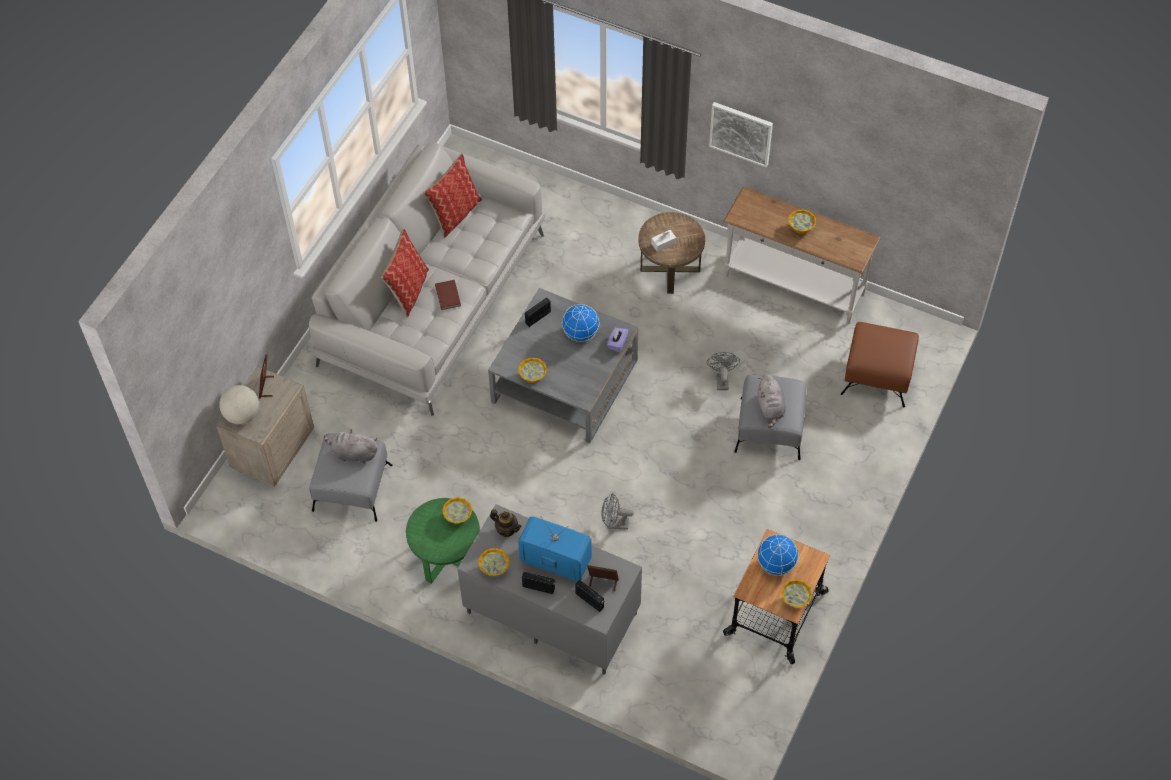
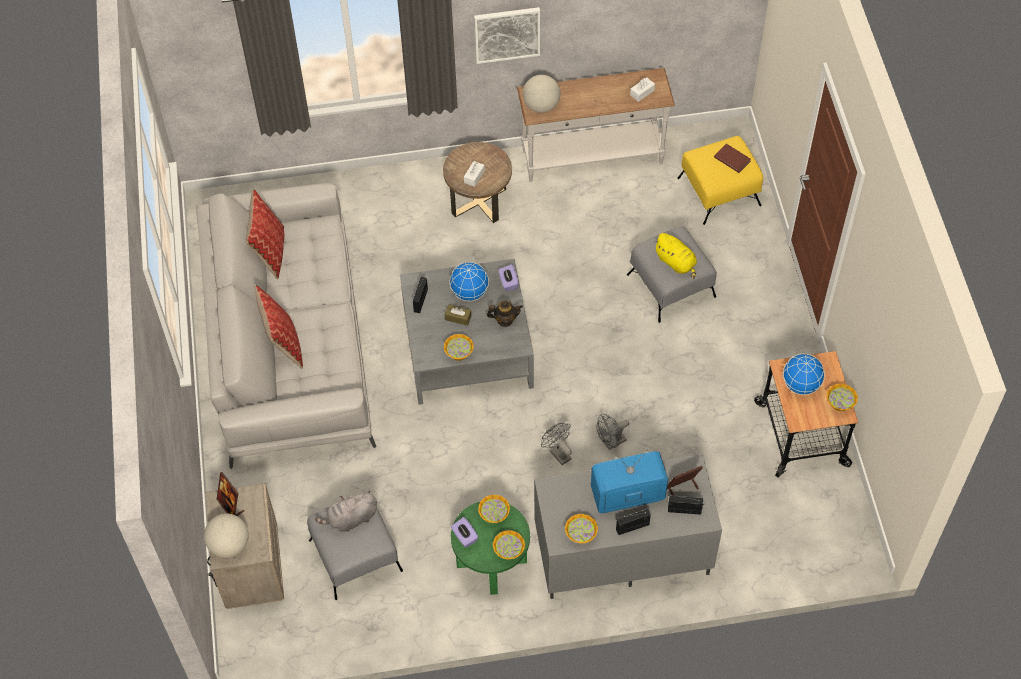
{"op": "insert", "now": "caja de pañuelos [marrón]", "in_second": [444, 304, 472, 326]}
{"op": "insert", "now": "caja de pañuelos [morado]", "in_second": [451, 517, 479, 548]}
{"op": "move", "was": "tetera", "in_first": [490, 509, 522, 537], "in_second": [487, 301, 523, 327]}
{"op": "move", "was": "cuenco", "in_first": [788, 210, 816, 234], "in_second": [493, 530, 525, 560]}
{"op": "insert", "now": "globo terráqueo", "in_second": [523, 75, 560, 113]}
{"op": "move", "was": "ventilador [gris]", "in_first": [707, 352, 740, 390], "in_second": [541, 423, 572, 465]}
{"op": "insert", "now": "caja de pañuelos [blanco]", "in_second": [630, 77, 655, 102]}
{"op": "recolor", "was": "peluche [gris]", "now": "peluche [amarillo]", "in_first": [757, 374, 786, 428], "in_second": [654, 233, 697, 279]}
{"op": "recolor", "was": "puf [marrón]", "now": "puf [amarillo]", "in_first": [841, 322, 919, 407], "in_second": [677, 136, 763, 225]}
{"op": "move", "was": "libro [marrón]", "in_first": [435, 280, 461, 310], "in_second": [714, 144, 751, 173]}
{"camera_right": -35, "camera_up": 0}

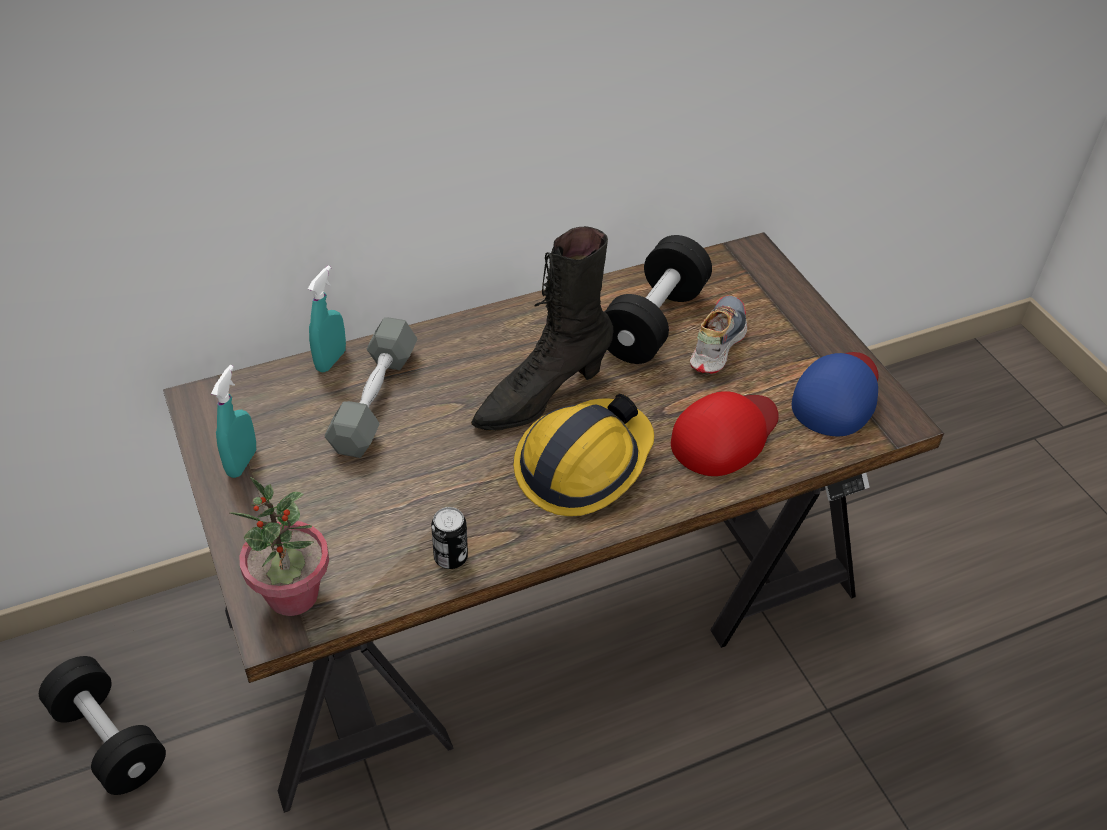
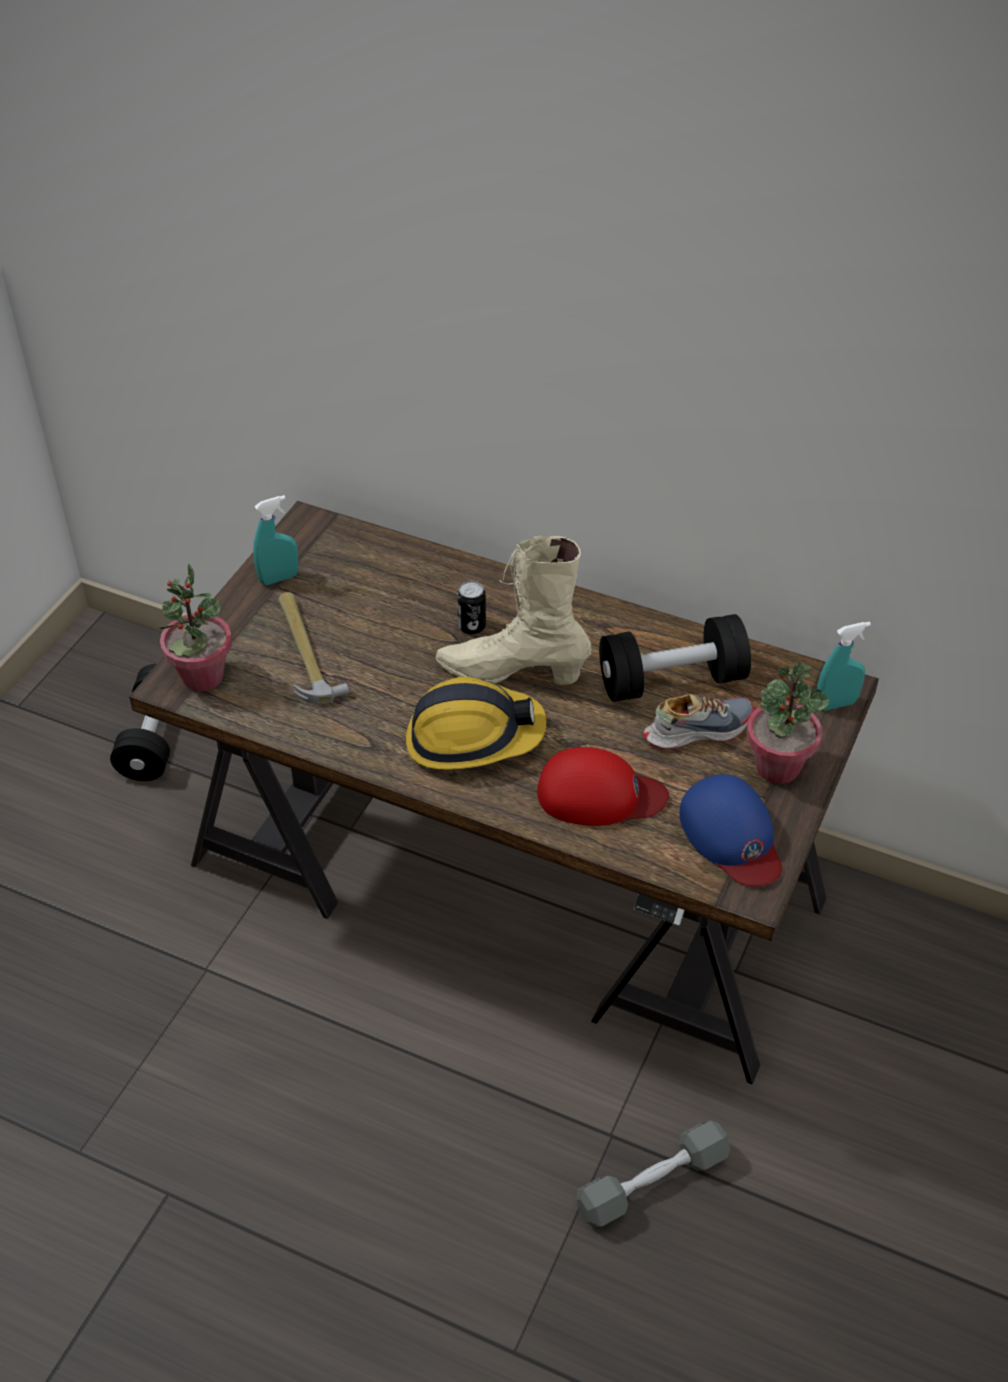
{"op": "insert", "now": "martillo", "in_second": [278, 592, 349, 704]}
{"op": "recolor", "was": "bota [negro]", "now": "bota [beis]", "in_first": [471, 226, 613, 431], "in_second": [436, 536, 591, 685]}
{"op": "move", "was": "lata", "in_first": [431, 507, 468, 569], "in_second": [457, 581, 486, 635]}
{"op": "move", "was": "mancuerna [gris]", "in_first": [324, 317, 417, 458], "in_second": [577, 1121, 730, 1227]}
{"op": "rotate", "was": "gorra [azul]", "in_first": [792, 352, 878, 436], "in_second": [679, 774, 782, 887], "clockwise": 75}
{"op": "insert", "now": "planta en maceta", "in_second": [747, 662, 830, 784]}
{"op": "move", "was": "pulverizador [turquesa]", "in_first": [308, 266, 346, 372], "in_second": [817, 622, 871, 711]}
{"camera_right": 50, "camera_up": 0}

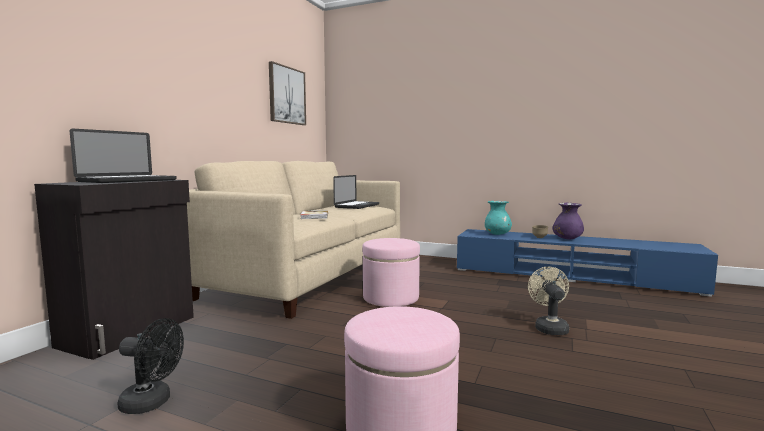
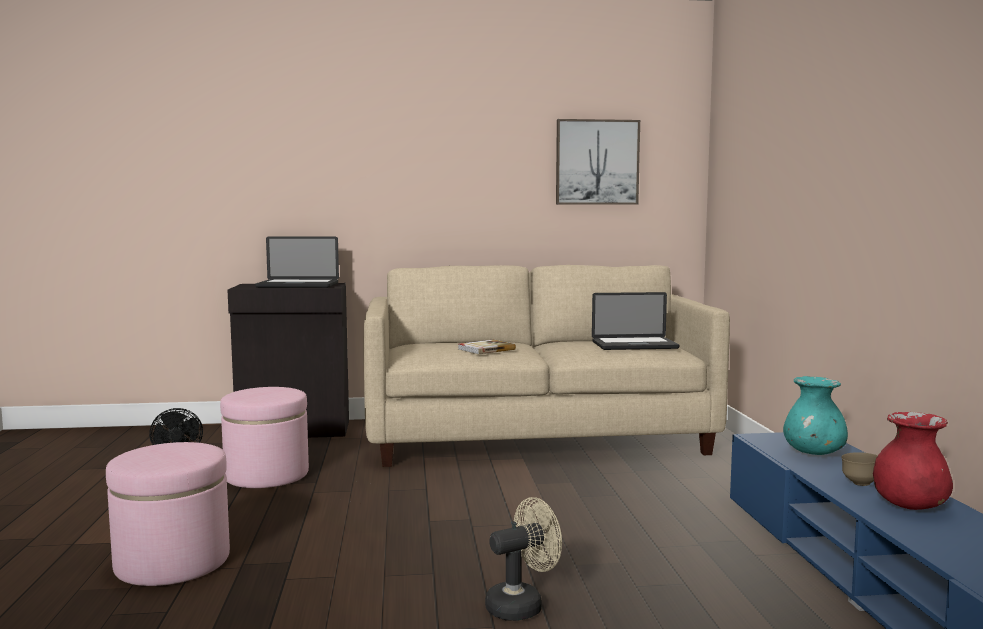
{"op": "move", "was": "puf [rosa]", "in_first": [362, 238, 420, 307], "in_second": [220, 387, 309, 488]}
{"op": "recolor", "was": "florero [morado]", "now": "florero [rojo]", "in_first": [553, 203, 584, 240], "in_second": [873, 412, 953, 510]}
{"camera_right": 60, "camera_up": 0}

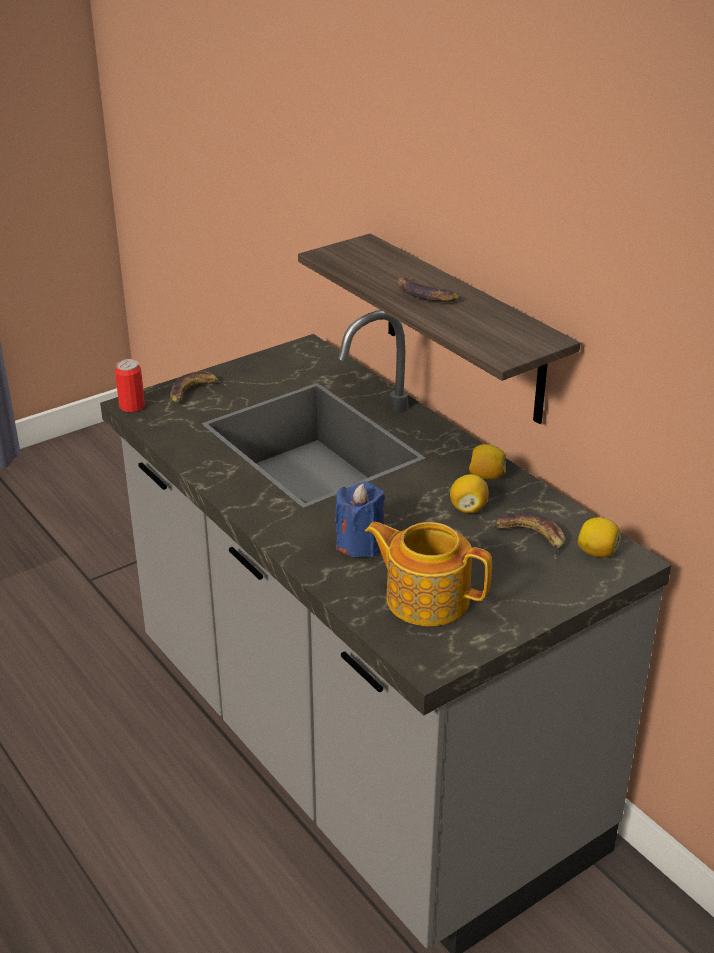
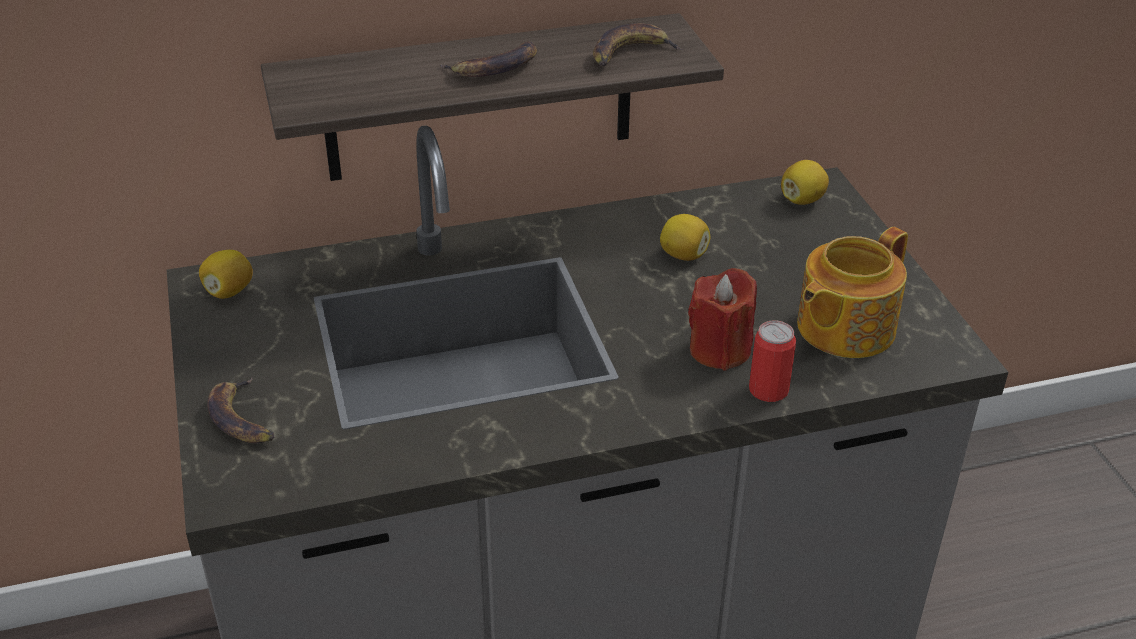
{"op": "move", "was": "limón", "in_first": [469, 444, 506, 479], "in_second": [199, 250, 253, 299]}
{"op": "move", "was": "plátano", "in_first": [493, 512, 565, 559], "in_second": [593, 23, 685, 66]}
{"op": "recolor", "was": "vela [azul]", "now": "vela [rojo]", "in_first": [335, 481, 386, 558], "in_second": [688, 268, 757, 371]}
{"op": "move", "was": "lata", "in_first": [115, 359, 145, 412], "in_second": [749, 320, 796, 402]}
{"camera_right": -70, "camera_up": 5}

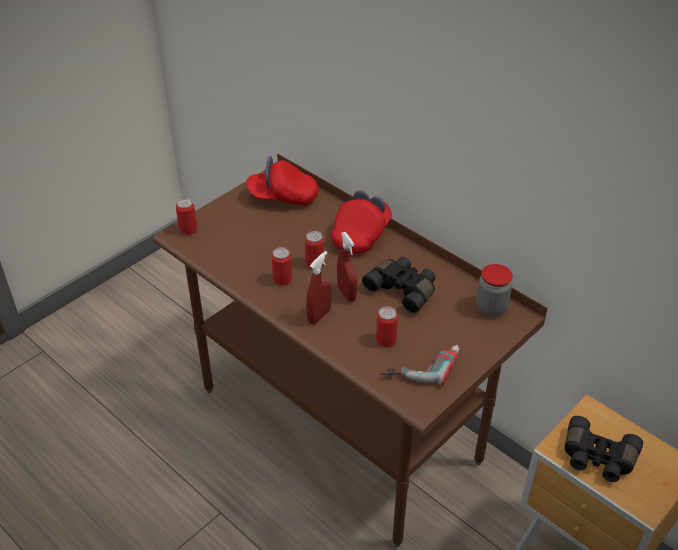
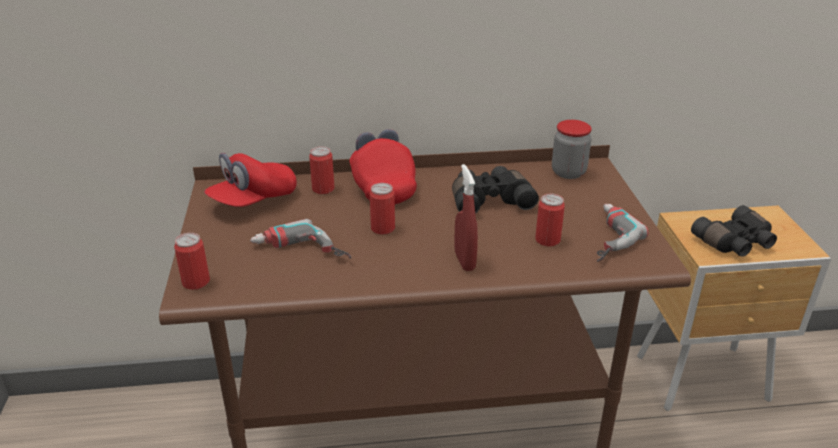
{"op": "insert", "now": "taladro", "in_second": [250, 219, 351, 259]}
{"op": "move", "was": "lata", "in_first": [272, 247, 292, 286], "in_second": [309, 146, 335, 194]}
{"op": "delete", "was": "pulverizador [rojo]", "in_first": [337, 232, 357, 301]}
{"camera_right": -50, "camera_up": -10}

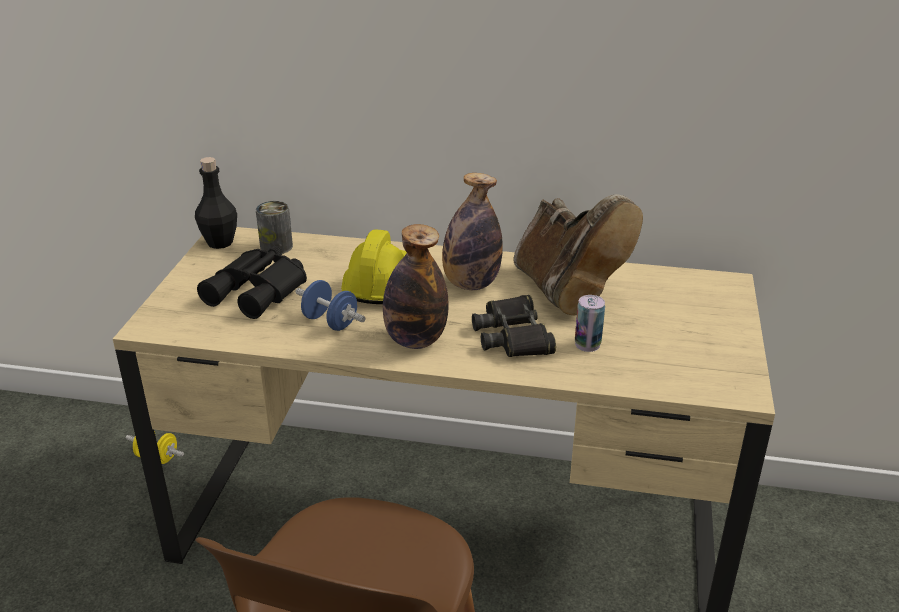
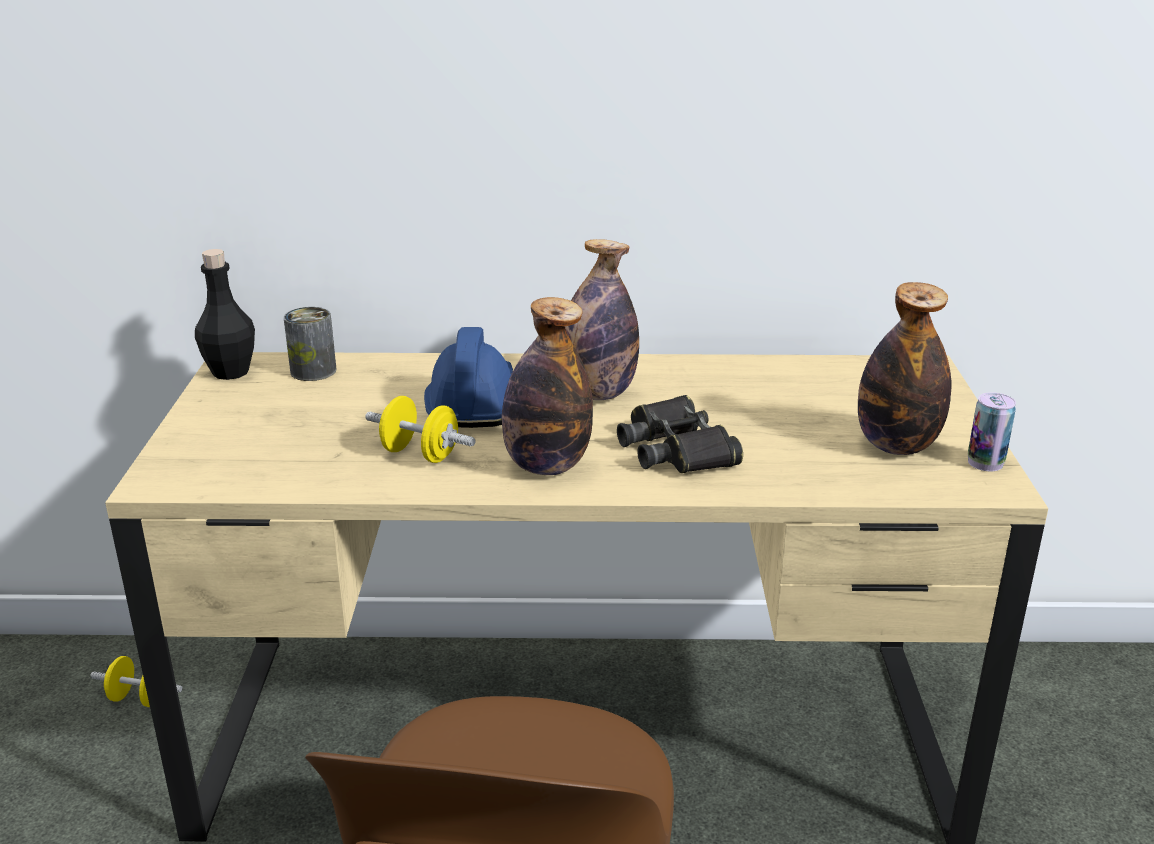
{"op": "recolor", "was": "mancuerna [azul]", "now": "mancuerna [amarillo]", "in_first": [296, 280, 366, 331], "in_second": [365, 396, 476, 463]}
{"op": "recolor", "was": "casco [amarillo]", "now": "casco [azul]", "in_first": [341, 230, 407, 304], "in_second": [424, 327, 513, 428]}
{"op": "insert", "now": "botella", "in_second": [858, 282, 952, 455]}
{"op": "move", "was": "lata", "in_first": [575, 295, 605, 352], "in_second": [968, 392, 1016, 471]}
{"op": "delete", "was": "prismáticos [negro]", "in_first": [197, 246, 307, 319]}
{"op": "delete", "was": "bota [marrón]", "in_first": [514, 194, 643, 315]}
{"camera_right": -10, "camera_up": -5}

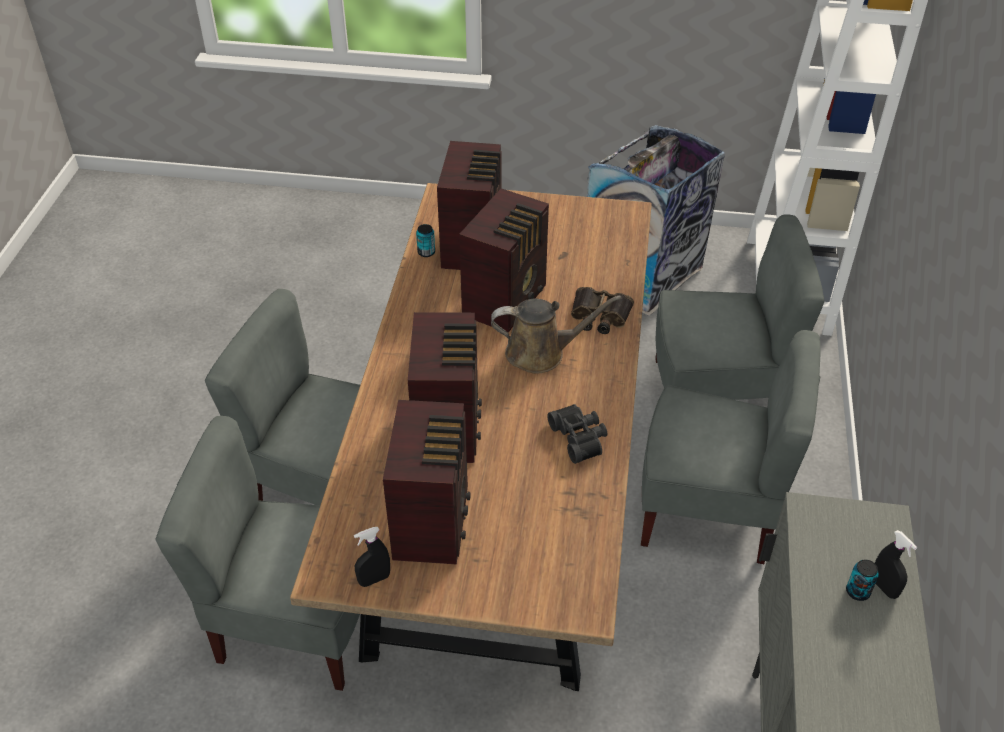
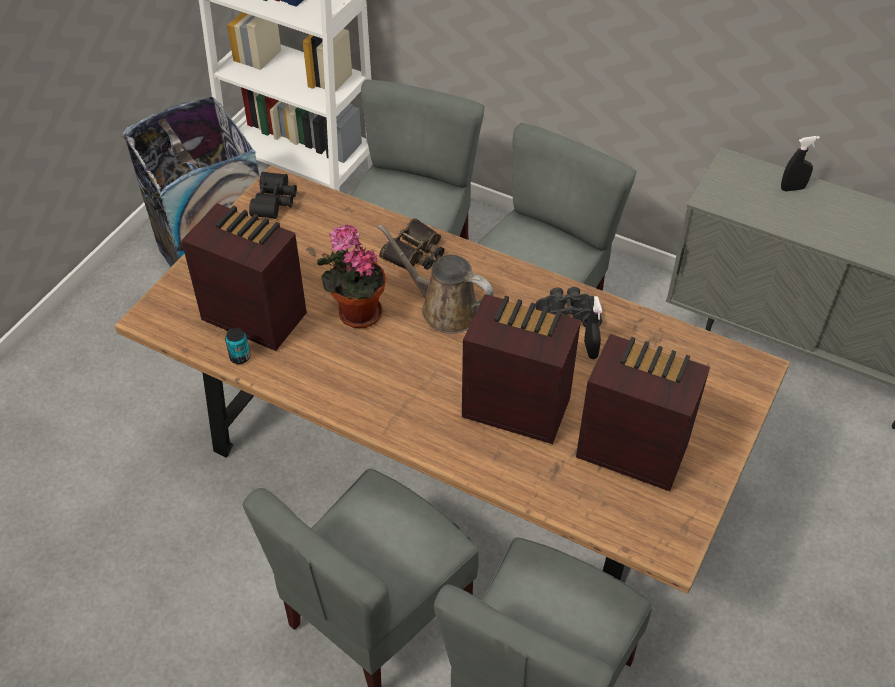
{"op": "insert", "now": "prismáticos [negro]", "in_second": [249, 172, 297, 219]}
{"op": "replace", "was": "radio", "now": "planta en maceta", "in_first": [459, 188, 549, 333], "in_second": [317, 224, 386, 328]}
{"op": "rotate", "was": "regadera [marrón]", "in_first": [491, 295, 621, 374], "in_second": [378, 224, 494, 334], "clockwise": -75}
{"op": "move", "was": "pulverizador [negro]", "in_first": [354, 527, 390, 587], "in_second": [584, 296, 602, 359]}
{"op": "delete", "was": "lata", "in_first": [846, 559, 879, 601]}
{"camera_right": -70, "camera_up": 5}

